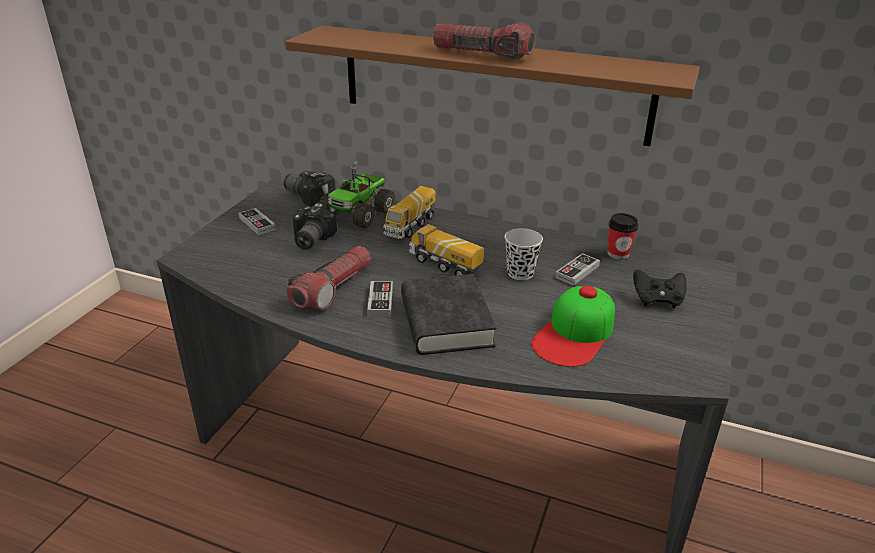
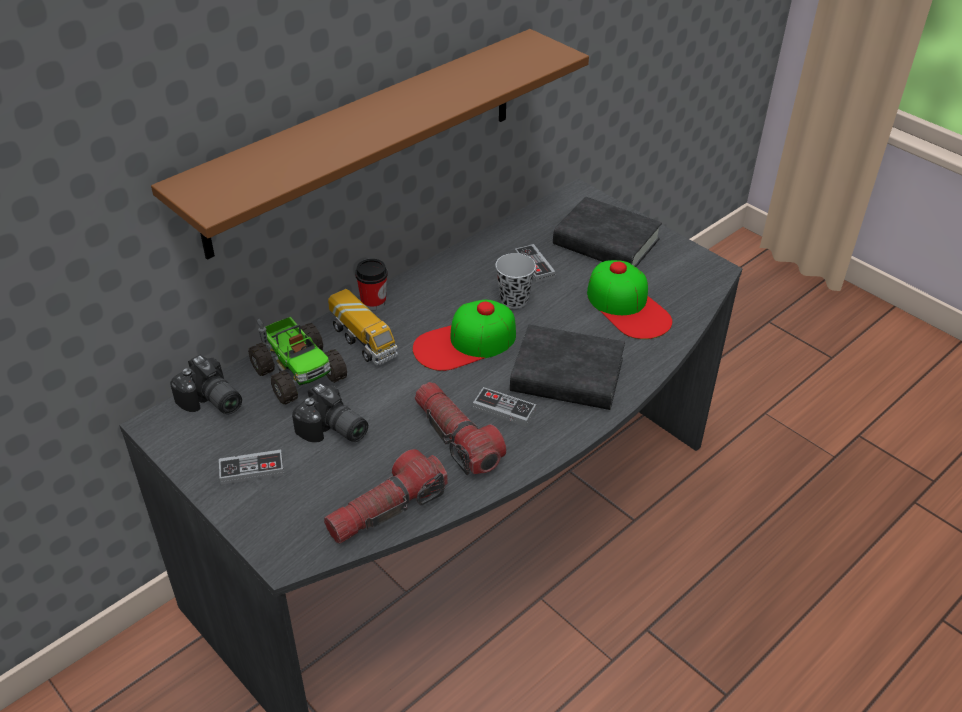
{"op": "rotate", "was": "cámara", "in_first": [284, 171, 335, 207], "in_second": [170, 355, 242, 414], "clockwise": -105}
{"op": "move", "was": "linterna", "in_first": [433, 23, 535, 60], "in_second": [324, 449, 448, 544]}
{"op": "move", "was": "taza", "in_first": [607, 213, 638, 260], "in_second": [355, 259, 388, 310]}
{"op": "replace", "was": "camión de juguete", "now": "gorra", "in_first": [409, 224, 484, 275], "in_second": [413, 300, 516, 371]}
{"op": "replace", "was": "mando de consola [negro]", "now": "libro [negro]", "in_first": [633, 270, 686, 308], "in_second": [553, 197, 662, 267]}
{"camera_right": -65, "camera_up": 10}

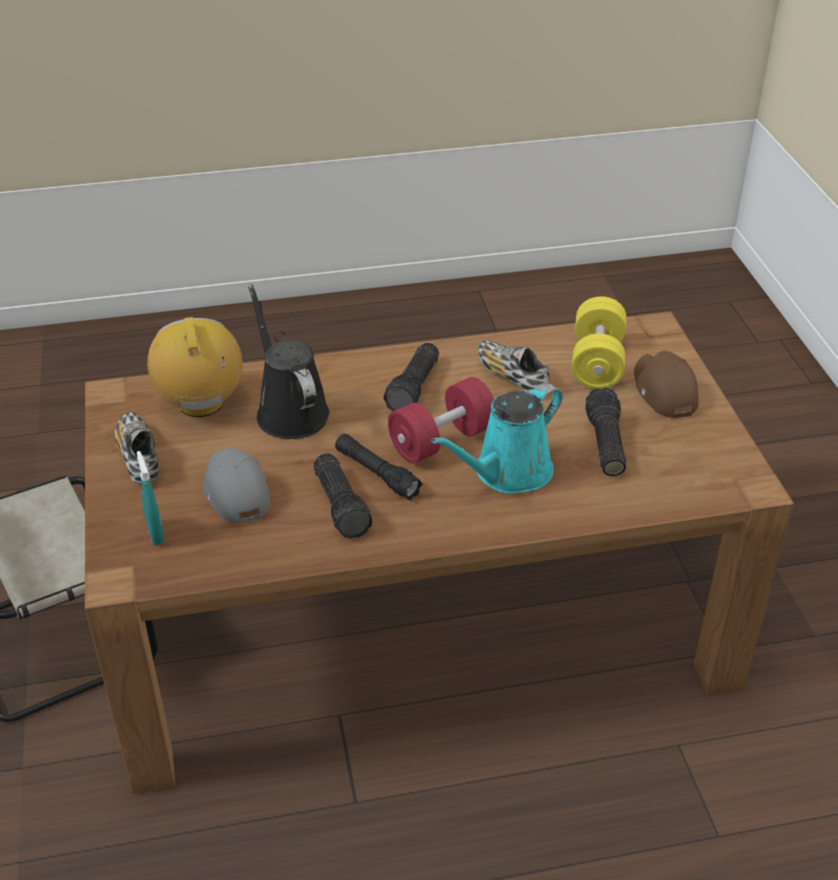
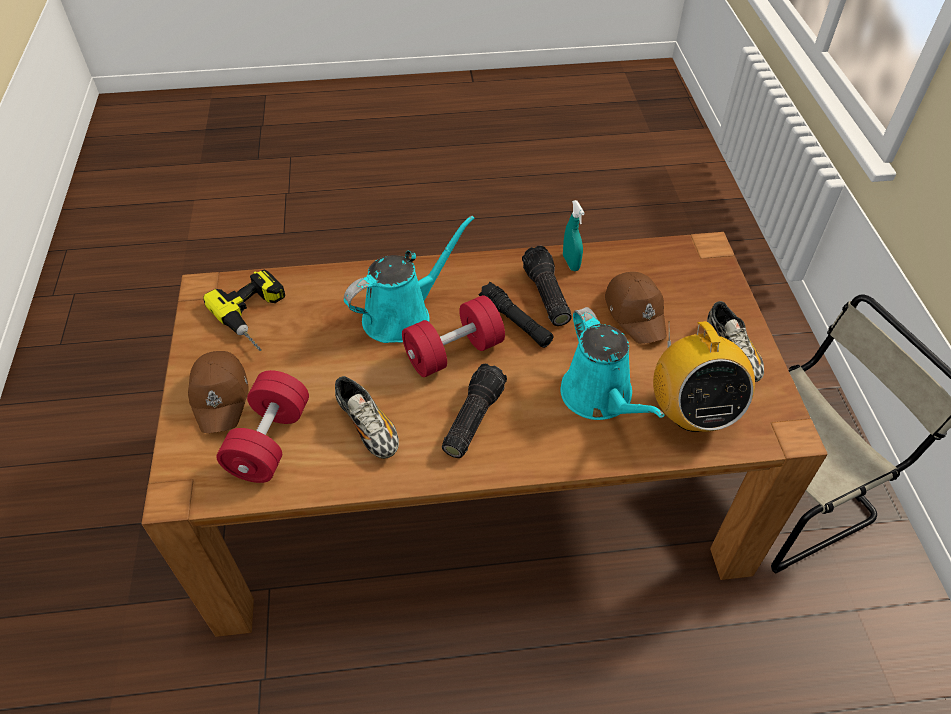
{"op": "insert", "now": "taladro", "in_second": [203, 269, 286, 351]}
{"op": "recolor", "was": "mancuerna [amarillo]", "now": "mancuerna [rojo]", "in_first": [572, 296, 627, 389], "in_second": [216, 370, 309, 483]}
{"op": "recolor", "was": "regadera [negro]", "now": "regadera [turquesa]", "in_first": [248, 285, 329, 439], "in_second": [560, 307, 665, 420]}
{"op": "move", "was": "pulverizador [turquesa]", "in_first": [137, 451, 165, 545], "in_second": [563, 200, 585, 271]}
{"op": "recolor", "was": "gorra [gris]", "now": "gorra [marrón]", "in_first": [204, 448, 270, 524], "in_second": [605, 272, 667, 344]}
{"op": "delete", "was": "linterna", "in_first": [585, 387, 626, 476]}
{"camera_right": -175, "camera_up": 10}

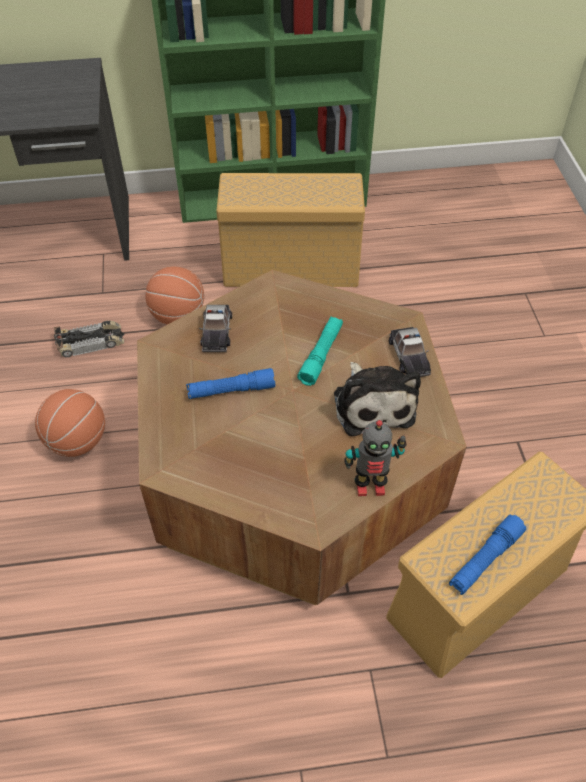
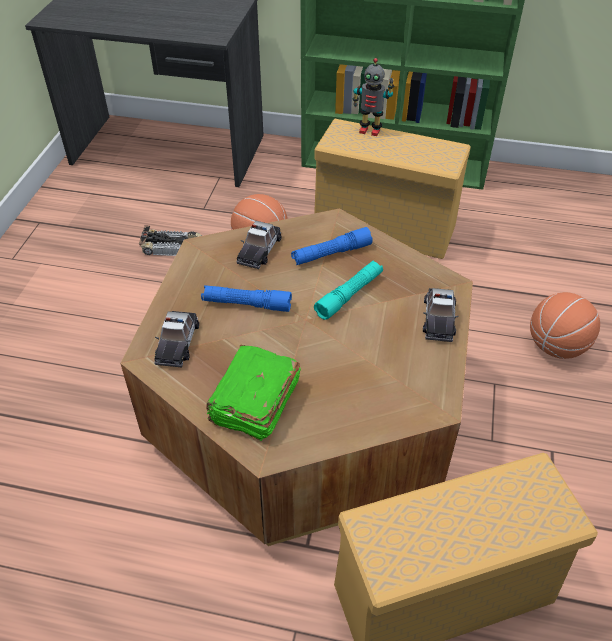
{"op": "insert", "now": "coche de juguete", "in_second": [154, 311, 199, 368]}
{"op": "insert", "now": "libro [verde]", "in_second": [206, 345, 301, 441]}
{"op": "move", "was": "linterna [azul]", "in_first": [449, 514, 526, 595], "in_second": [291, 227, 372, 265]}
{"op": "move", "was": "robot de juguete", "in_first": [344, 420, 407, 496], "in_second": [353, 58, 394, 136]}
{"op": "move", "was": "balón de baloncesto", "in_first": [35, 389, 105, 457], "in_second": [530, 292, 600, 359]}
{"op": "delete", "was": "peluche", "in_first": [334, 362, 421, 436]}
{"camera_right": 20, "camera_up": -5}

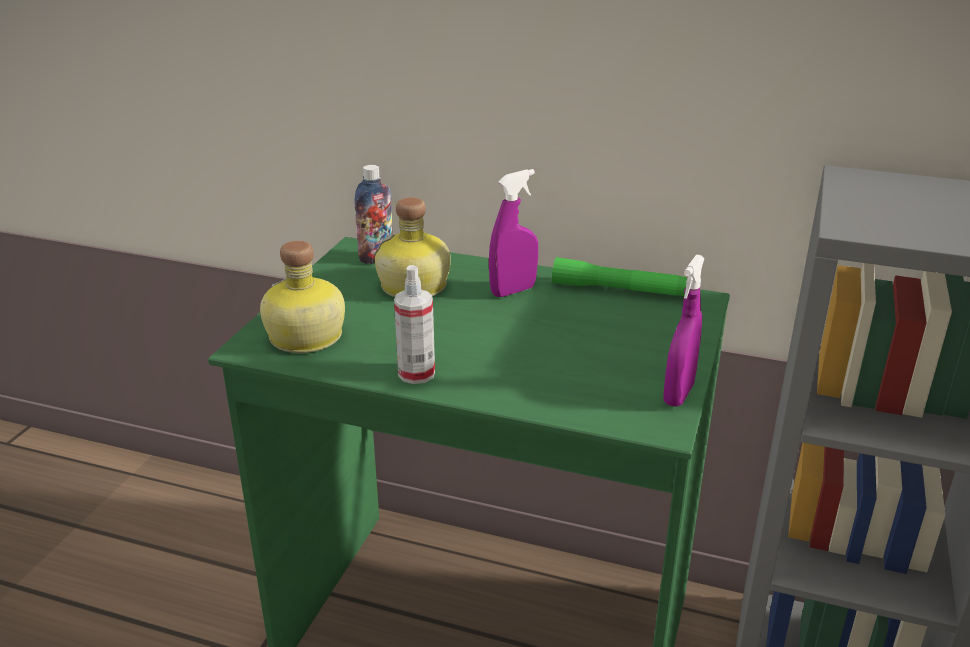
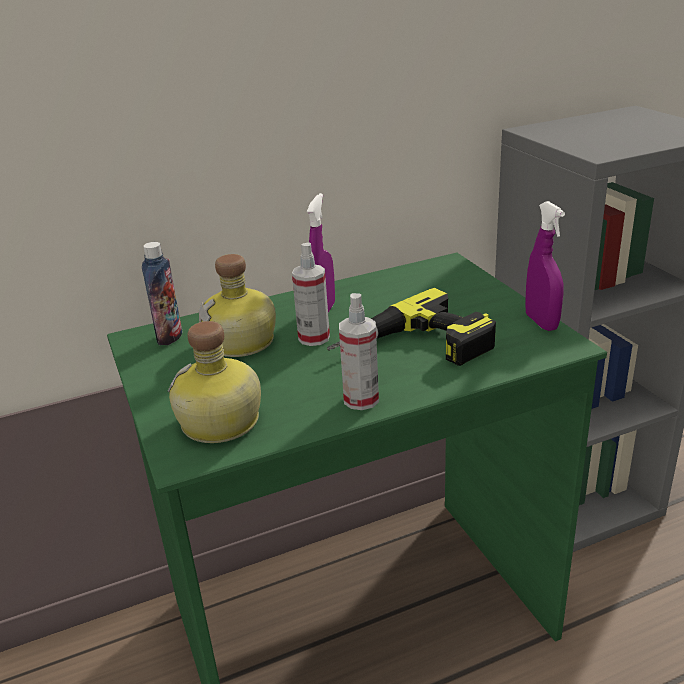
{"op": "insert", "now": "pulverizador", "in_second": [292, 242, 330, 346]}
{"op": "insert", "now": "taladro", "in_second": [327, 288, 496, 366]}
{"op": "delete", "was": "linterna [verde]", "in_first": [552, 257, 687, 296]}
{"camera_right": -40, "camera_up": 0}

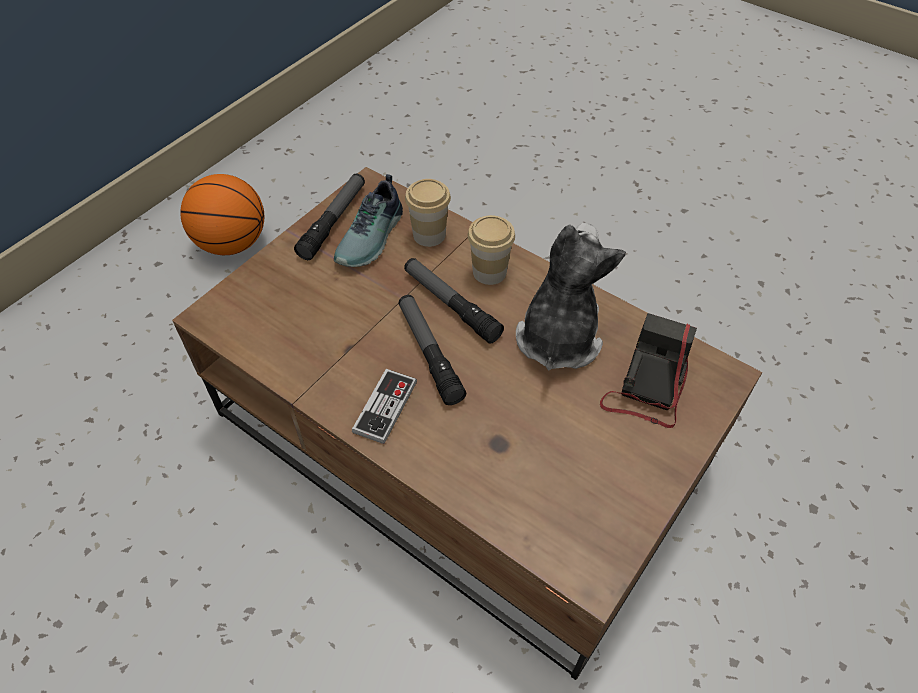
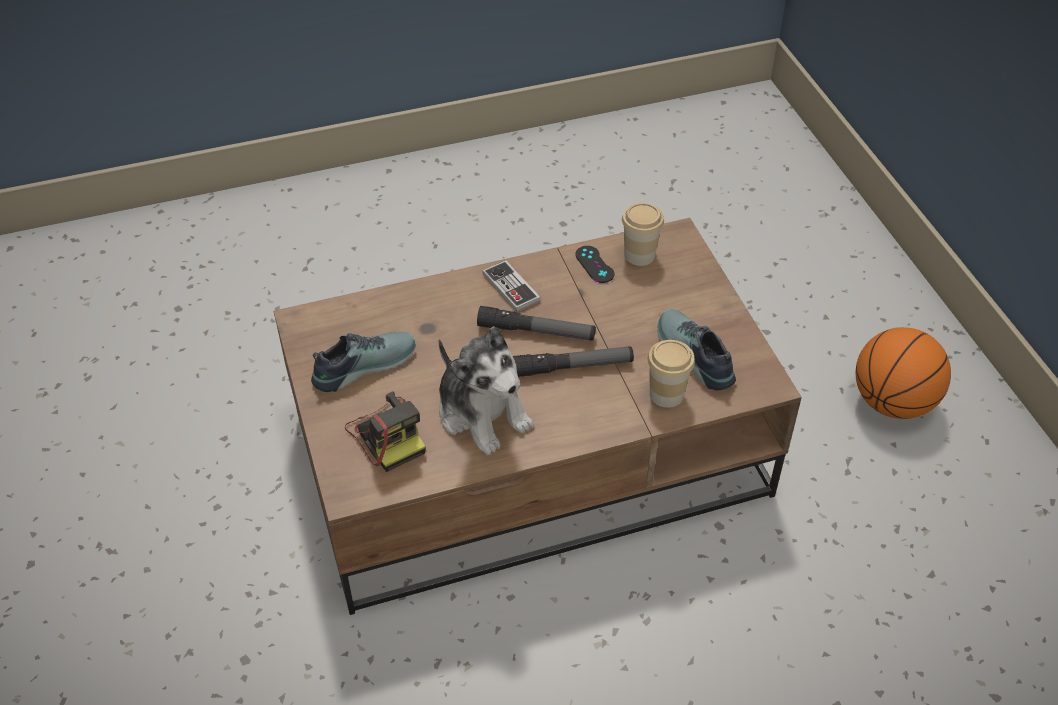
{"op": "insert", "now": "zapato", "in_second": [311, 332, 416, 392]}
{"op": "insert", "now": "mando de consola [negro]", "in_second": [575, 246, 614, 283]}
{"op": "move", "was": "taza", "in_first": [468, 215, 515, 285], "in_second": [622, 203, 664, 266]}
{"op": "delete", "was": "linterna", "in_first": [294, 174, 365, 260]}
{"camera_right": 125, "camera_up": -5}

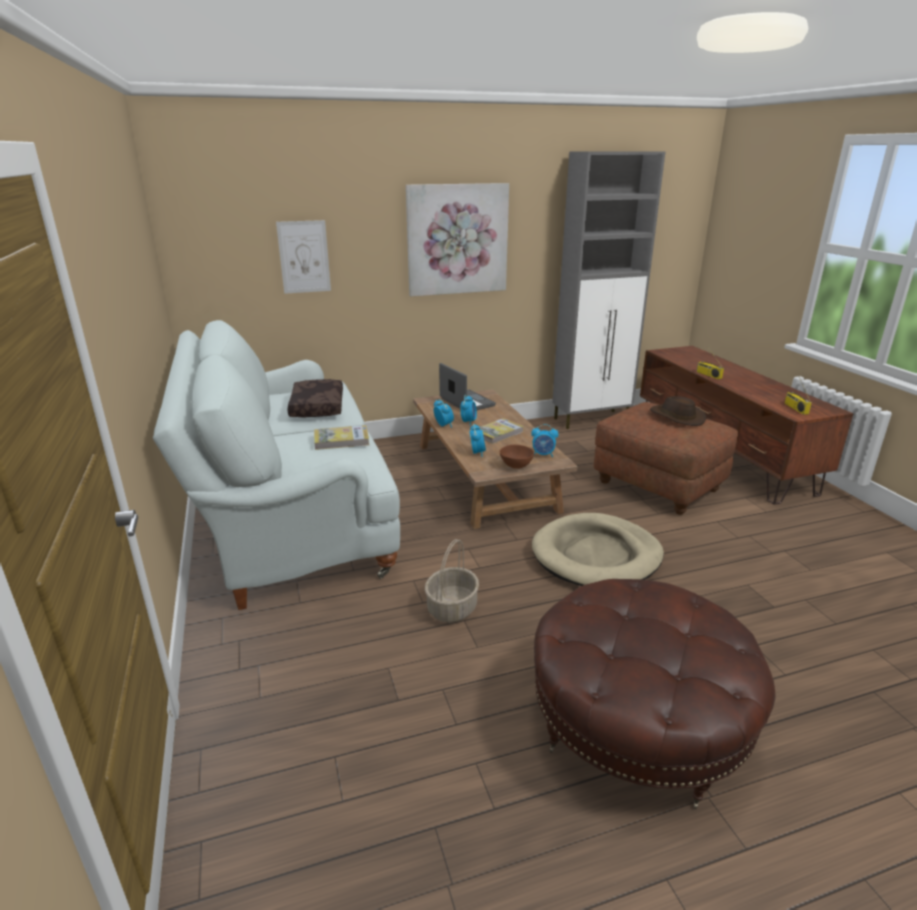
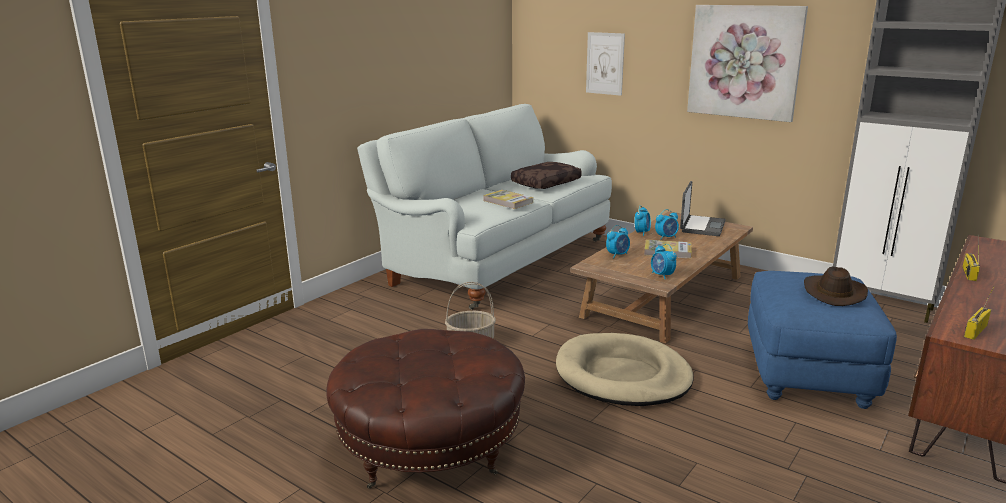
{"op": "recolor", "was": "puf [marrón]", "now": "puf [azul]", "in_first": [594, 402, 738, 515], "in_second": [748, 271, 897, 409]}
{"op": "delete", "was": "cuenco [marrón]", "in_first": [500, 444, 534, 469]}
{"camera_right": 55, "camera_up": -5}

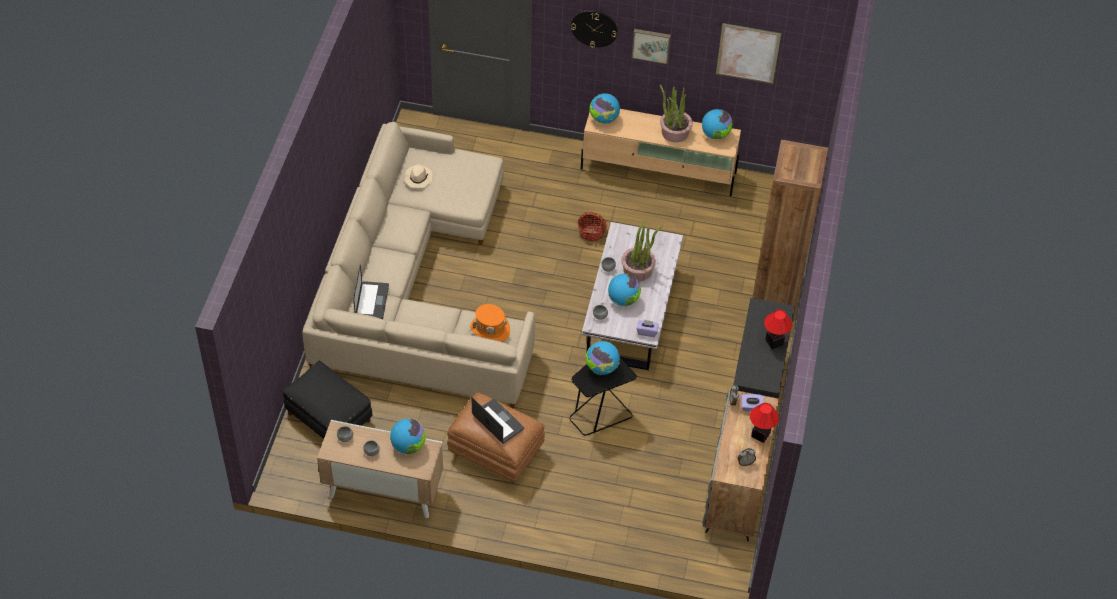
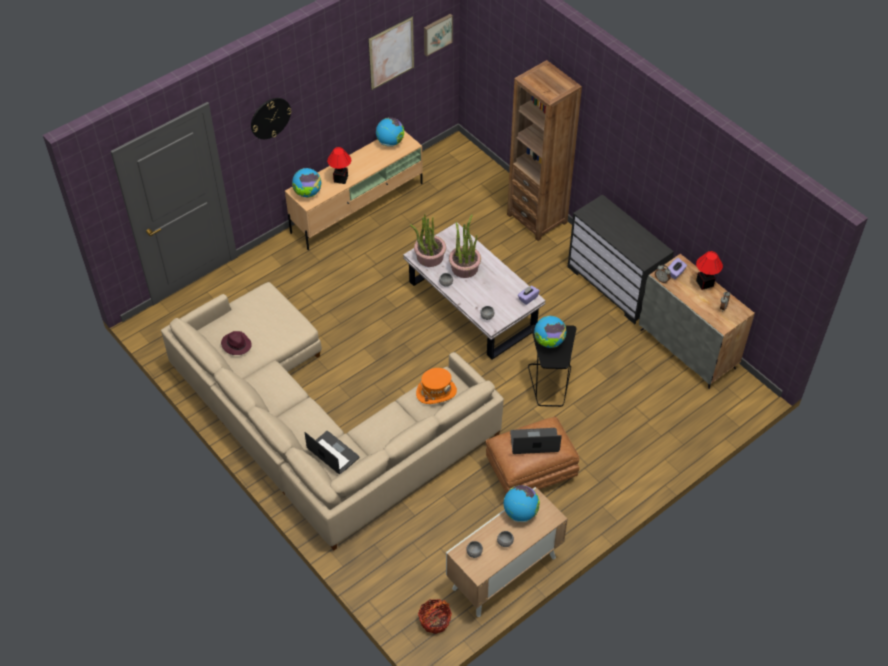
{"op": "recolor", "was": "sombrero [beis]", "now": "sombrero [morado]", "in_first": [405, 165, 433, 188], "in_second": [221, 331, 252, 355]}
{"op": "move", "was": "lámpara de mesa", "in_first": [764, 309, 792, 349], "in_second": [327, 147, 351, 184]}
{"op": "move", "was": "planta en maceta", "in_first": [660, 85, 693, 142], "in_second": [410, 214, 446, 267]}
{"op": "move", "was": "cesta", "in_first": [578, 212, 607, 241], "in_second": [418, 599, 452, 634]}
{"op": "move", "was": "cuadro", "in_first": [632, 29, 671, 64], "in_second": [424, 14, 453, 56]}
{"op": "delete", "was": "puf [negro]", "in_first": [283, 361, 372, 439]}
{"op": "delete", "was": "globo terráqueo", "in_first": [608, 273, 641, 306]}
{"camera_right": -50, "camera_up": 0}

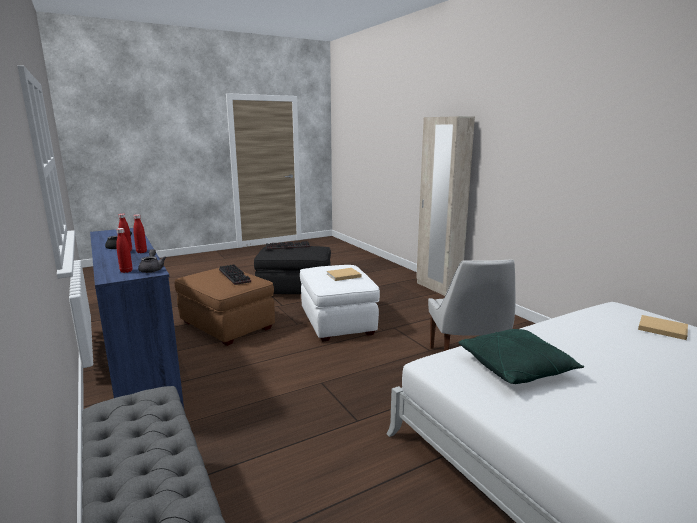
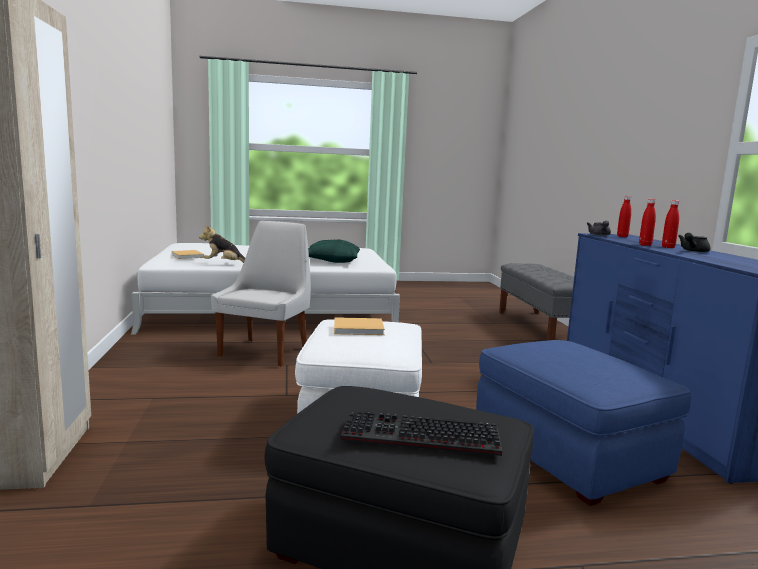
{"op": "insert", "now": "peluche", "in_second": [199, 225, 245, 263]}
{"op": "recolor", "was": "puf [marrón]", "now": "puf [azul]", "in_first": [175, 268, 275, 346], "in_second": [476, 340, 691, 506]}
{"op": "delete", "was": "teclado", "in_first": [219, 264, 251, 285]}
{"camera_right": -160, "camera_up": -5}

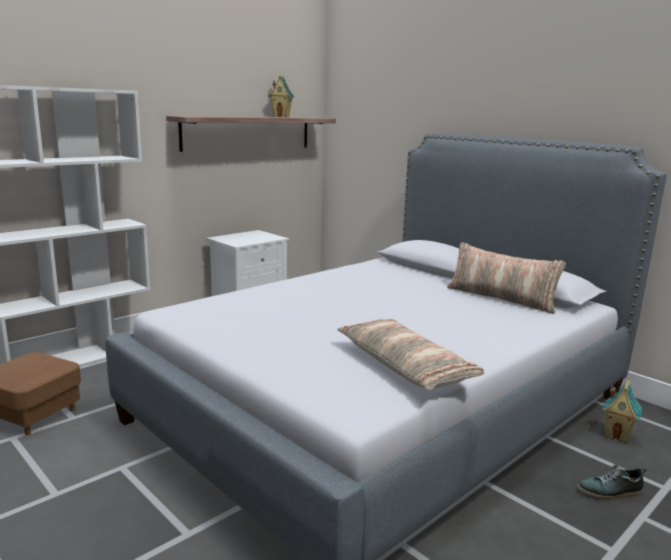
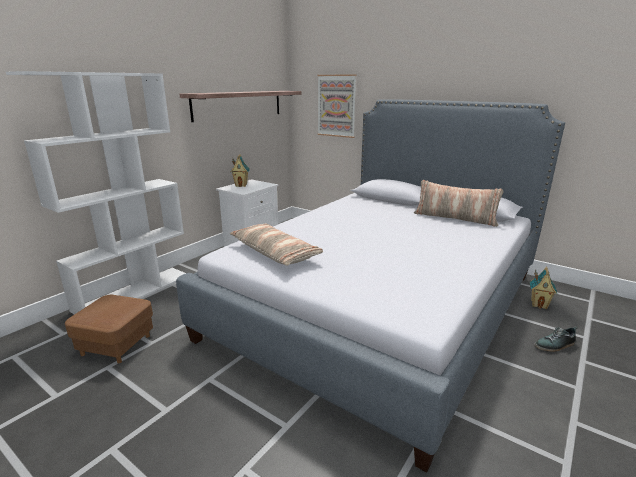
{"op": "move", "was": "casita", "in_first": [269, 75, 294, 117], "in_second": [230, 155, 250, 187]}
{"op": "move", "was": "cojín", "in_first": [338, 319, 484, 390], "in_second": [230, 224, 323, 266]}
{"op": "insert", "now": "cuadro", "in_second": [318, 74, 357, 138]}
{"camera_right": -10, "camera_up": 5}

